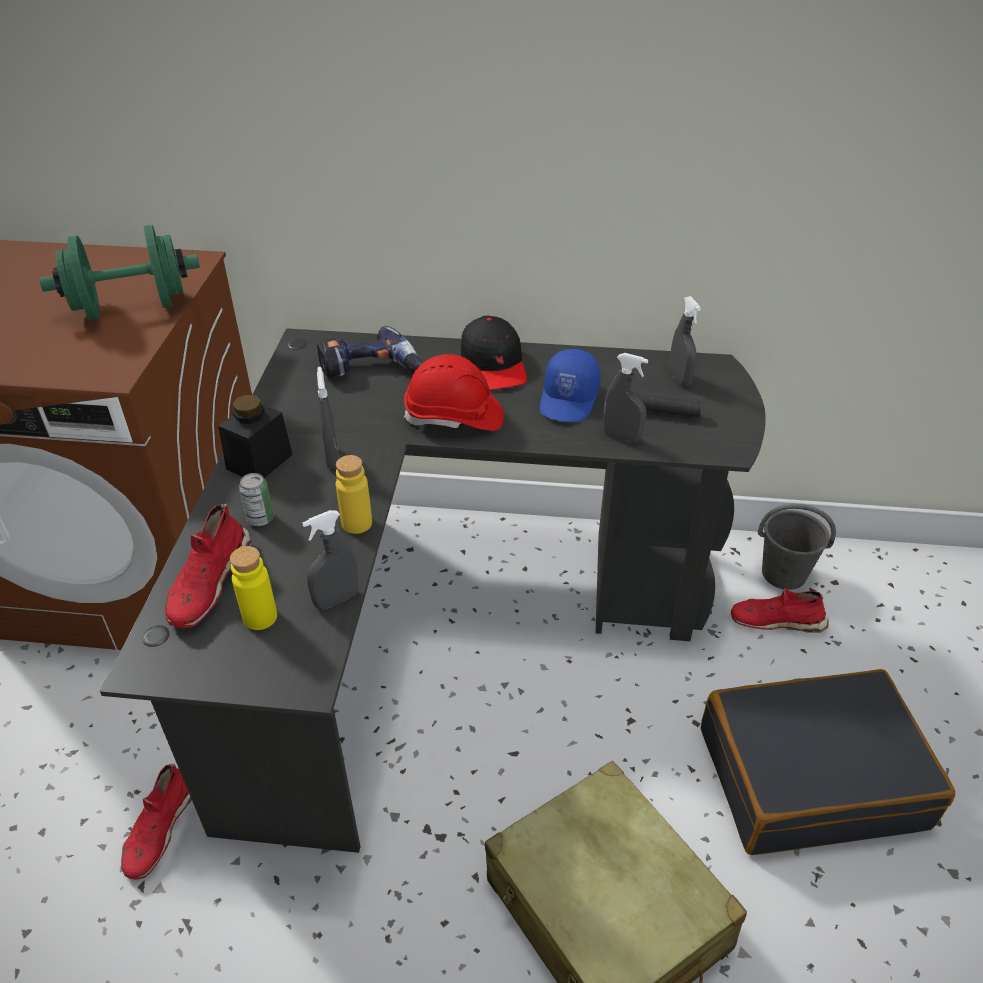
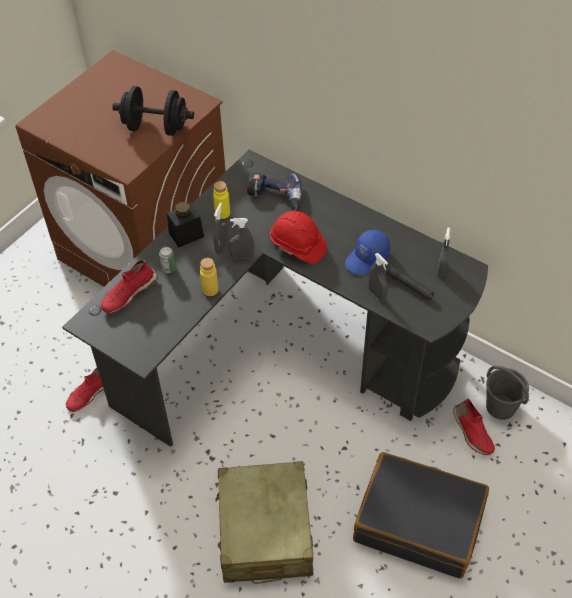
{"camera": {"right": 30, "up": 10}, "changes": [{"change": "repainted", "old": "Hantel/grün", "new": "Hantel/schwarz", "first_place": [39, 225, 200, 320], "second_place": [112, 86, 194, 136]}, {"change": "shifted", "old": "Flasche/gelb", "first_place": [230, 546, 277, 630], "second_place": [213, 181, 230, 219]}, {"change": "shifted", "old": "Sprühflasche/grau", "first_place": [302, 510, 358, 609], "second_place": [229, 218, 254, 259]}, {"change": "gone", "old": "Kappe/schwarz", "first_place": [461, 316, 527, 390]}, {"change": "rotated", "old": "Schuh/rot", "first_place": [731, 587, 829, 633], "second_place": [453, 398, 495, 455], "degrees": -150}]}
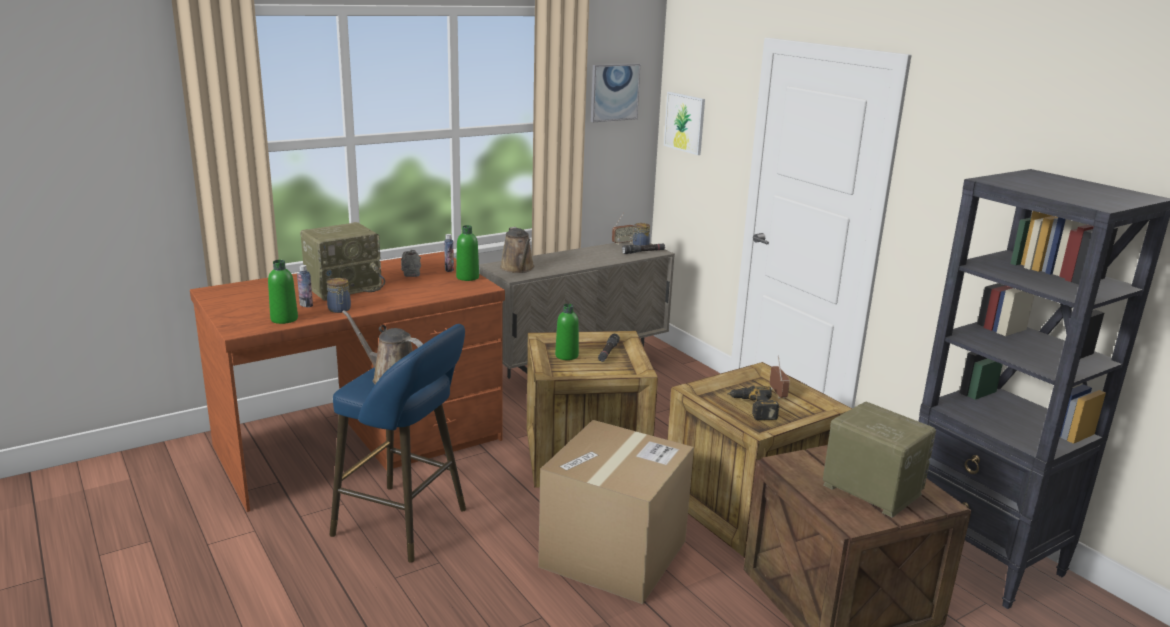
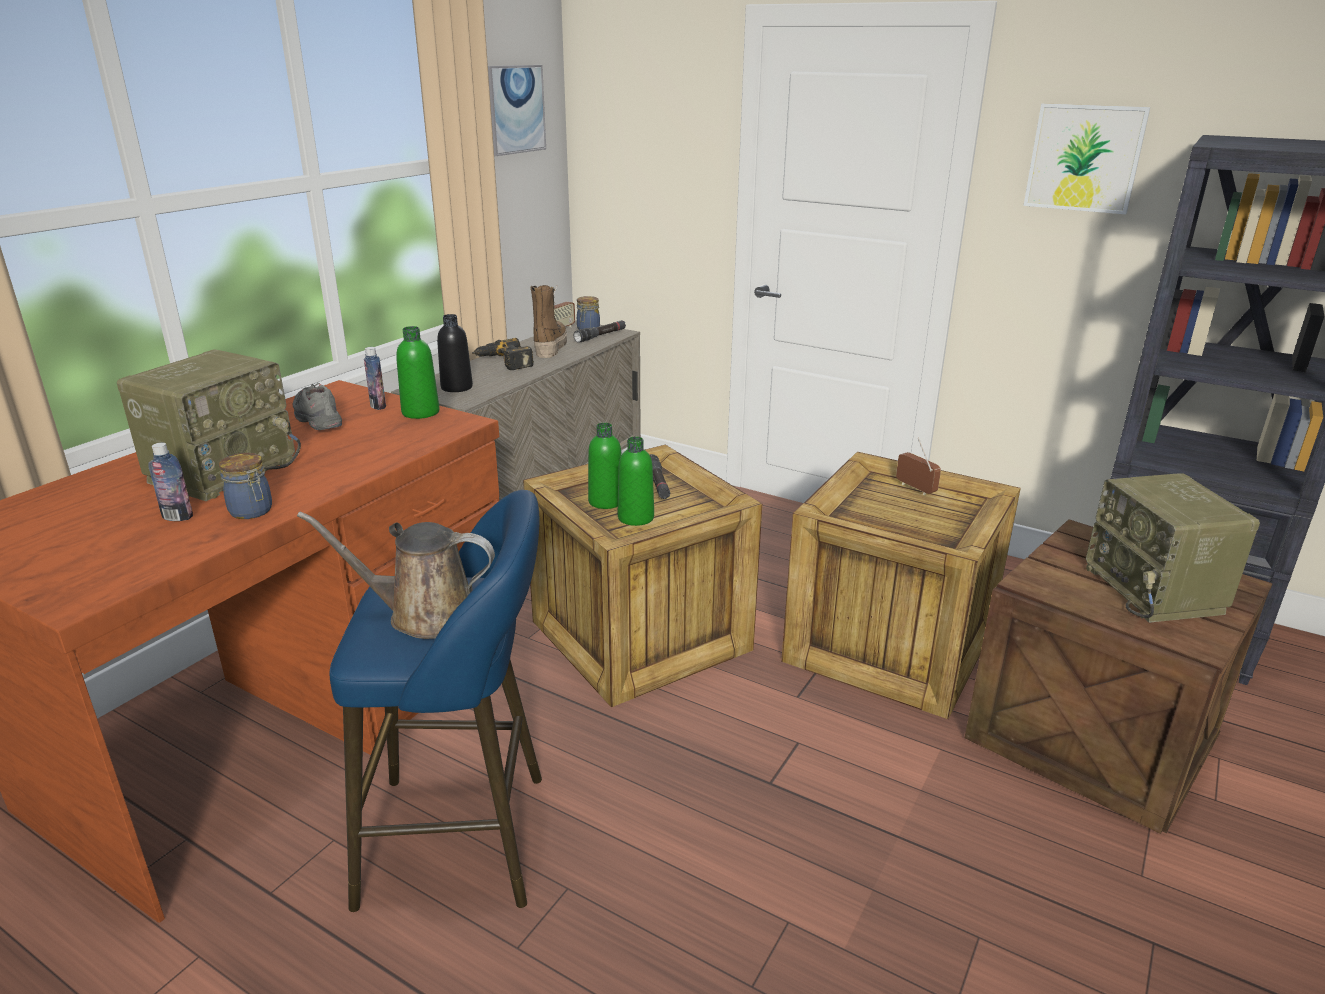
{"camera": {"right": -25, "up": 5}, "changes": [{"change": "shifted", "old": "Flasche/grün", "first_place": [268, 260, 298, 324], "second_place": [618, 436, 654, 526]}, {"change": "swapped", "old": "Gießkanne/braun", "new": "Flasche/schwarz", "first_place": [500, 227, 535, 273], "second_place": [437, 314, 473, 392]}, {"change": "gone", "old": "Karton", "first_place": [538, 420, 694, 604]}, {"change": "shifted", "old": "Bild", "first_place": [664, 92, 705, 155], "second_place": [1023, 104, 1151, 215]}, {"change": "shifted", "old": "Bohrmaschine", "first_place": [727, 386, 780, 420], "second_place": [472, 338, 534, 370]}, {"change": "rotated", "old": "Radio", "first_place": [823, 401, 936, 518], "second_place": [1086, 473, 1260, 623], "degrees": -120}, {"change": "new", "new": "Stiefel", "second_place": [530, 285, 567, 358]}]}
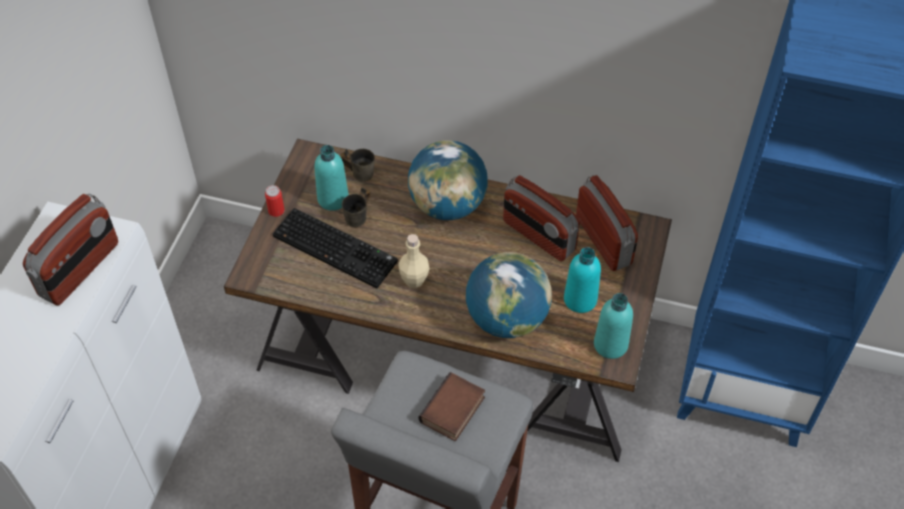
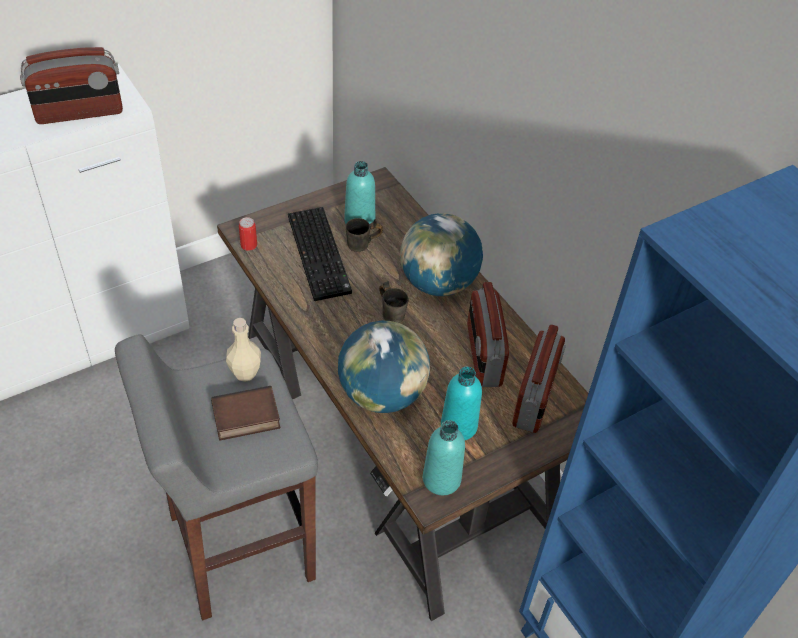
{"camera": {"right": 40, "up": -5}, "changes": [{"change": "shifted", "old": "Dose", "first_place": [265, 185, 285, 217], "second_place": [239, 217, 257, 251]}, {"change": "shifted", "old": "Henkelbecher/grau", "first_place": [340, 149, 375, 181], "second_place": [379, 281, 409, 323]}, {"change": "shifted", "old": "Flasche/beige", "first_place": [398, 234, 430, 288], "second_place": [226, 318, 261, 382]}]}
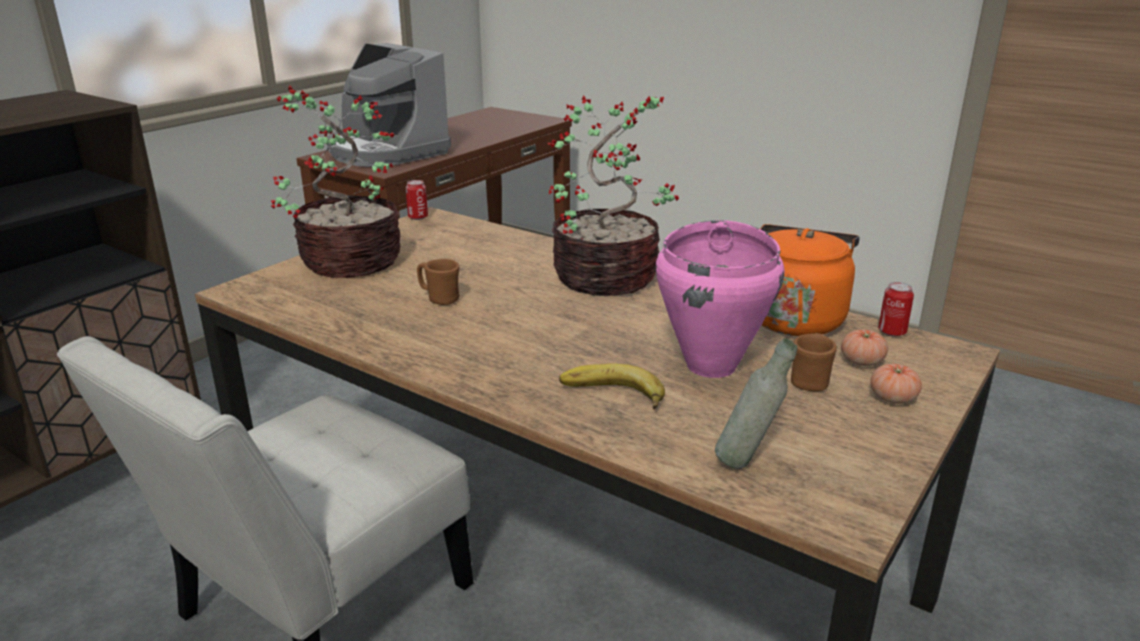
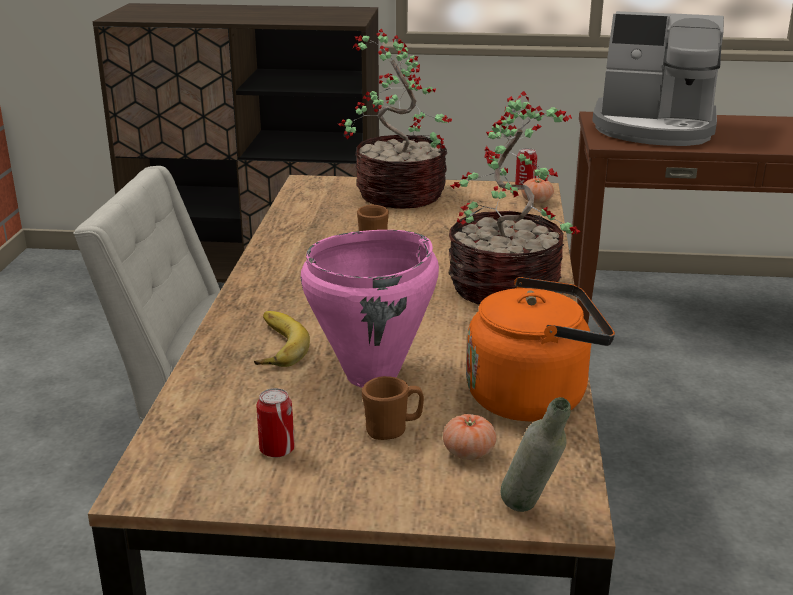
{"camera": {"right": 60, "up": 0}, "changes": [{"change": "rotated", "old": "Kaffeemaschine", "first_place": [327, 43, 451, 167], "second_place": [592, 11, 724, 146], "degrees": -90}, {"change": "shifted", "old": "Flasche/grau", "first_place": [715, 339, 797, 469], "second_place": [501, 397, 571, 512]}, {"change": "shifted", "old": "Tomate", "first_place": [870, 364, 922, 404], "second_place": [521, 178, 554, 203]}, {"change": "shifted", "old": "Dose", "first_place": [878, 282, 914, 337], "second_place": [256, 388, 295, 458]}]}
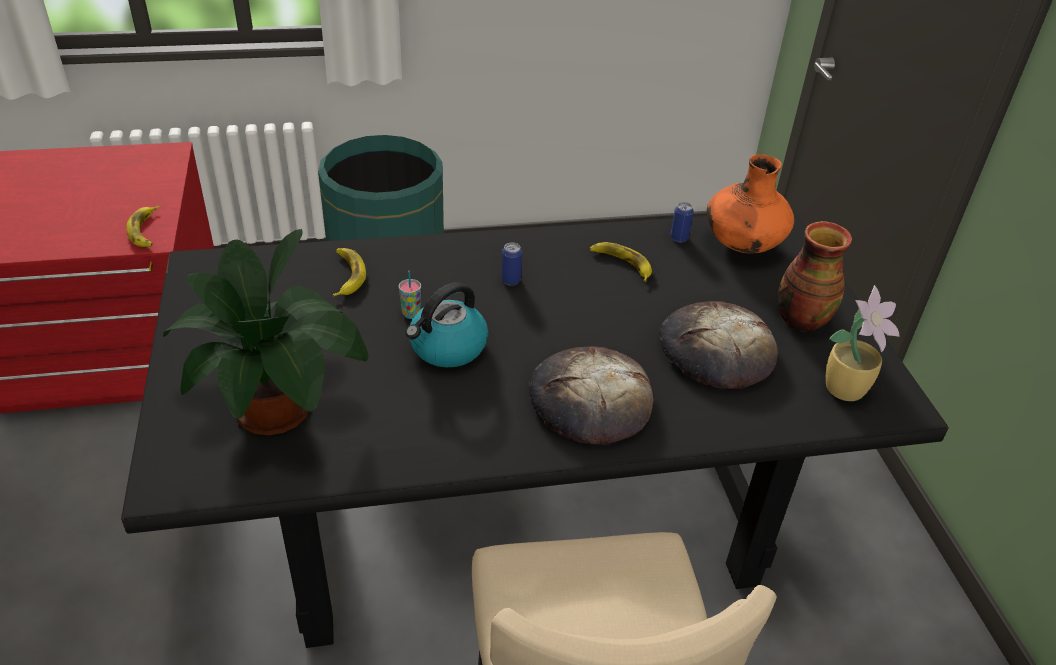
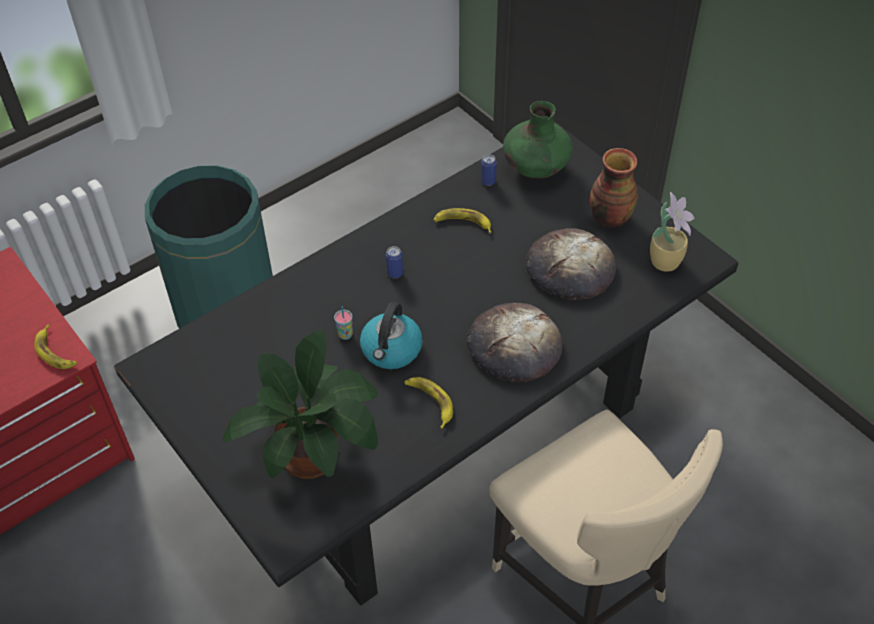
{"camera": {"right": -25, "up": 10}, "changes": [{"change": "shifted", "old": "Banane", "first_place": [333, 248, 366, 297], "second_place": [404, 377, 453, 429]}, {"change": "repainted", "old": "Vase/orange", "new": "Vase/grün", "first_place": [707, 154, 794, 253], "second_place": [503, 101, 573, 178]}]}
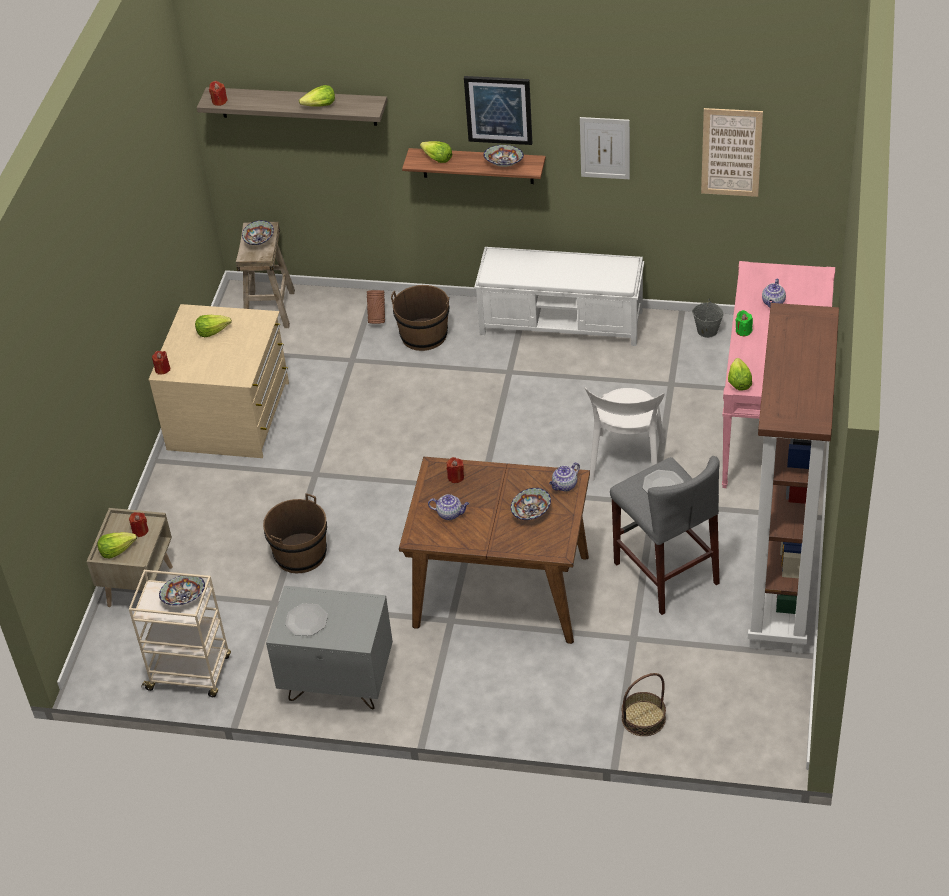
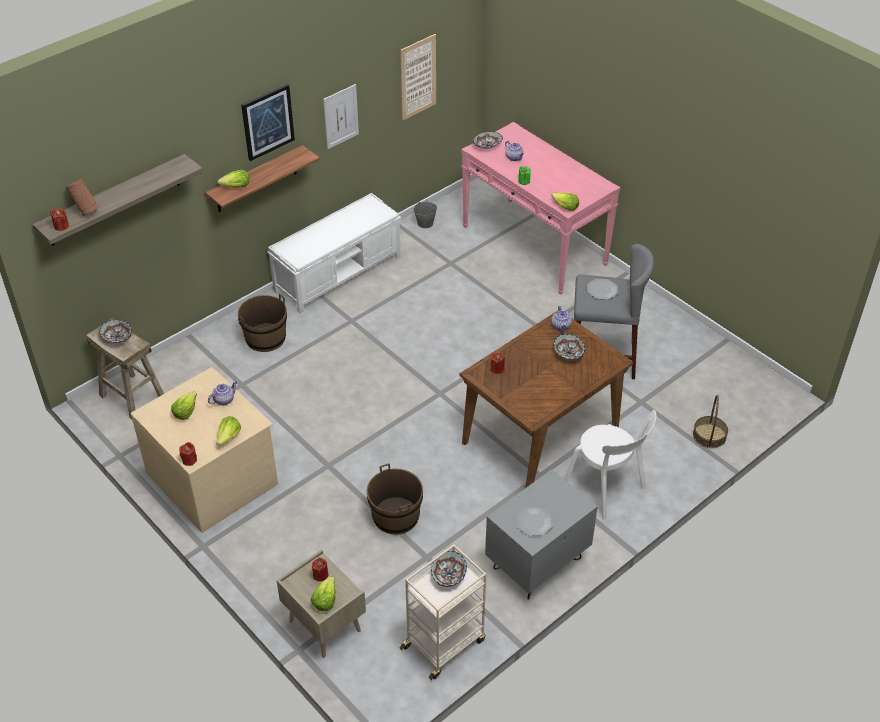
{"camera": {"right": -55, "up": 0}, "changes": [{"change": "shifted", "old": "Salatkopf", "first_place": [299, 85, 335, 107], "second_place": [216, 416, 241, 446]}, {"change": "shifted", "old": "Vase/braun", "first_place": [367, 290, 385, 324], "second_place": [66, 179, 99, 216]}, {"change": "shifted", "old": "Teekanne", "first_place": [428, 494, 469, 520], "second_place": [208, 381, 237, 405]}, {"change": "shifted", "old": "Schüssel", "first_place": [483, 145, 524, 167], "second_place": [473, 132, 503, 149]}, {"change": "shifted", "old": "Stuhl/weiß", "first_place": [584, 387, 665, 481], "second_place": [565, 410, 656, 520]}, {"change": "gone", "old": "Bücherregal/braun", "first_place": [748, 303, 839, 653]}]}
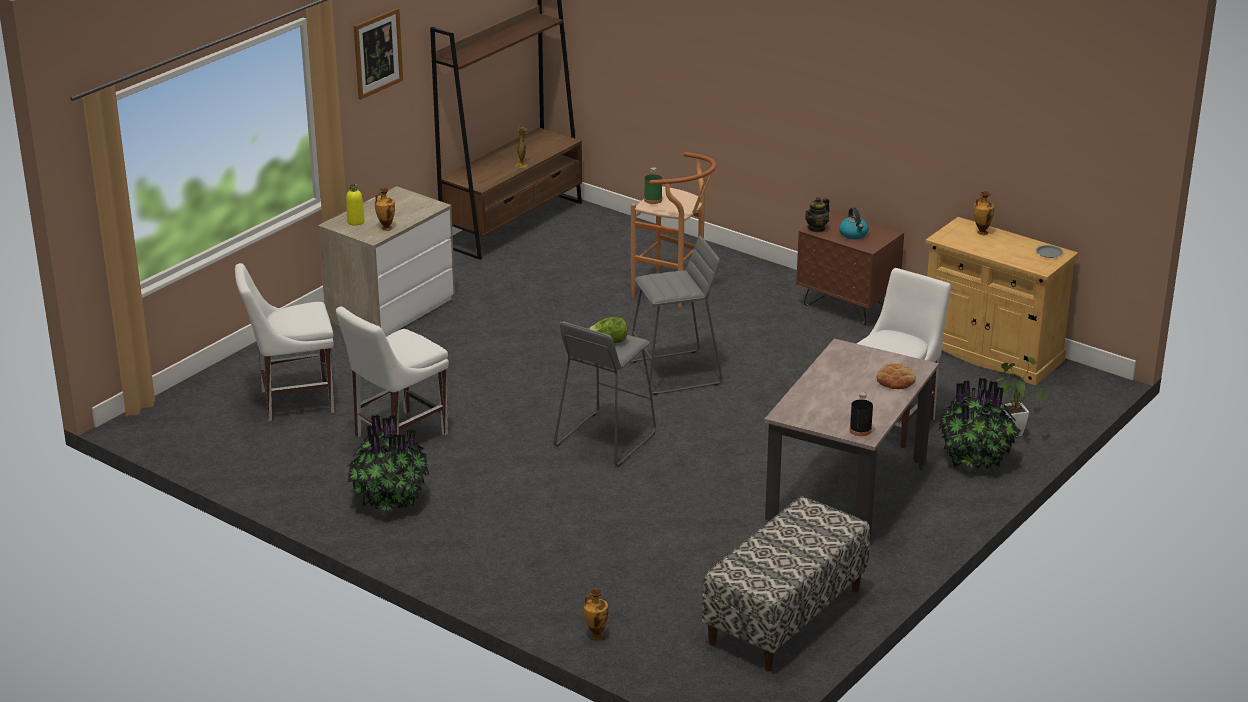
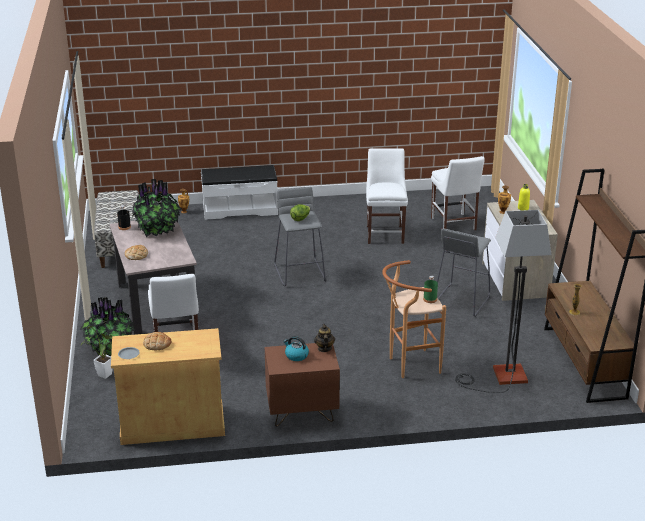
{"camera": {"right": 135, "up": 0}, "changes": [{"change": "rotated", "old": "Stuhl/weiß", "first_place": [235, 263, 335, 421], "second_place": [431, 156, 485, 230], "degrees": 135}, {"change": "shifted", "old": "Topfpflanze", "first_place": [348, 415, 430, 516], "second_place": [132, 179, 182, 237]}, {"change": "gone", "old": "Bild", "first_place": [354, 8, 403, 100]}, {"change": "shifted", "old": "Hocker/grau", "first_place": [630, 236, 722, 395], "second_place": [437, 228, 491, 317]}, {"change": "gone", "old": "Vase", "first_place": [974, 191, 994, 235]}, {"change": "new", "new": "Brot", "second_place": [143, 332, 172, 350]}, {"change": "new", "new": "Bank/weiß", "second_place": [201, 165, 278, 220]}, {"change": "new", "new": "Stehlampe", "second_place": [455, 210, 552, 393]}]}
